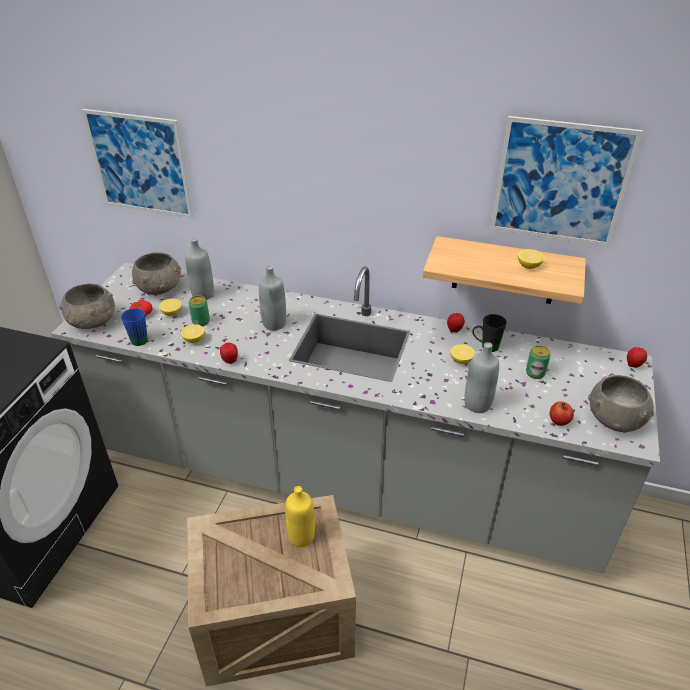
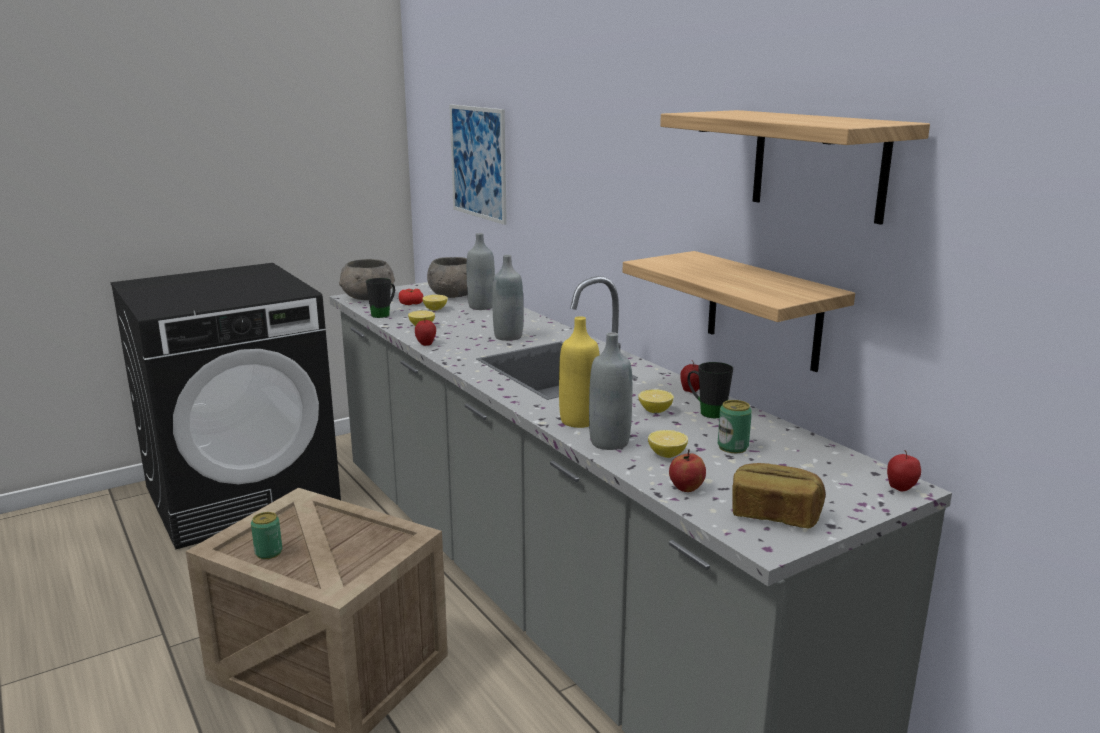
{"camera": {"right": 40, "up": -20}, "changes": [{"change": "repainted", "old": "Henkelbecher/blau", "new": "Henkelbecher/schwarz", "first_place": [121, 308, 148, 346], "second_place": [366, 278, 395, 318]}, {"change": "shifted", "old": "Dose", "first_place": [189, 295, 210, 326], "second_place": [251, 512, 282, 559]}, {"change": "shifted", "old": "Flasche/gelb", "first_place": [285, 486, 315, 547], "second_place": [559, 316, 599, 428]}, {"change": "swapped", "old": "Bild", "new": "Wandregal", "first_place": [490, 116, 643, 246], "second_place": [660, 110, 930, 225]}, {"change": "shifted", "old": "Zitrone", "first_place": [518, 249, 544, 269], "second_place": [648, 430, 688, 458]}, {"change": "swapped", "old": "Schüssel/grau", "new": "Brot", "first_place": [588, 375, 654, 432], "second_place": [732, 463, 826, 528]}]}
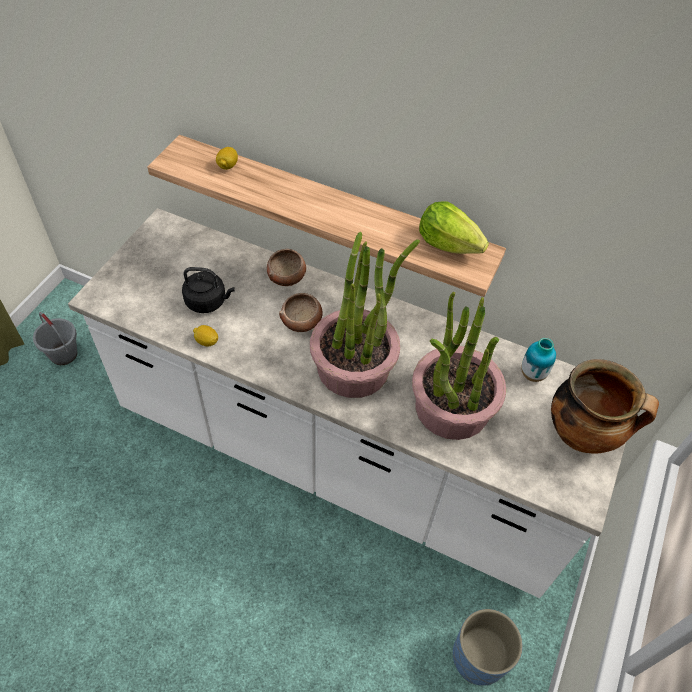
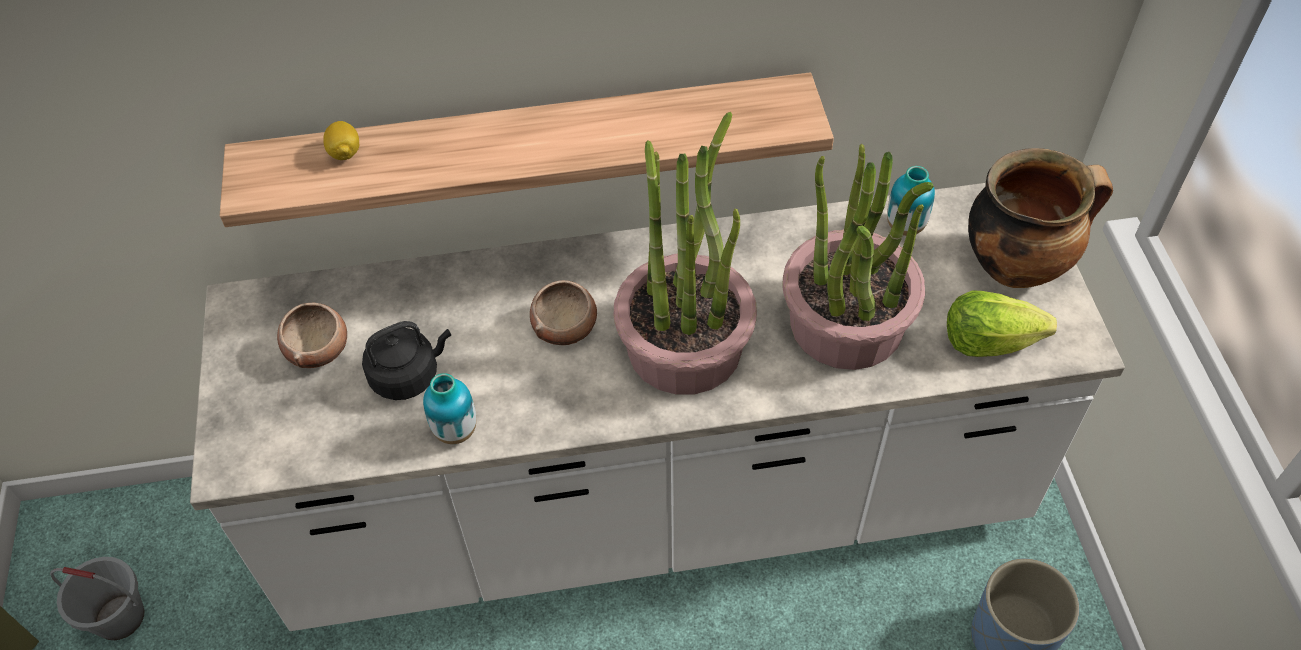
{"camera": {"right": -30, "up": 0}, "changes": [{"change": "swapped", "old": "Zitrone", "new": "Vase", "first_place": [193, 325, 218, 346], "second_place": [423, 373, 476, 444]}, {"change": "shifted", "old": "Schüssel", "first_place": [267, 249, 306, 286], "second_place": [277, 303, 347, 368]}, {"change": "shifted", "old": "Salatkopf", "first_place": [419, 201, 489, 254], "second_place": [947, 290, 1057, 357]}]}
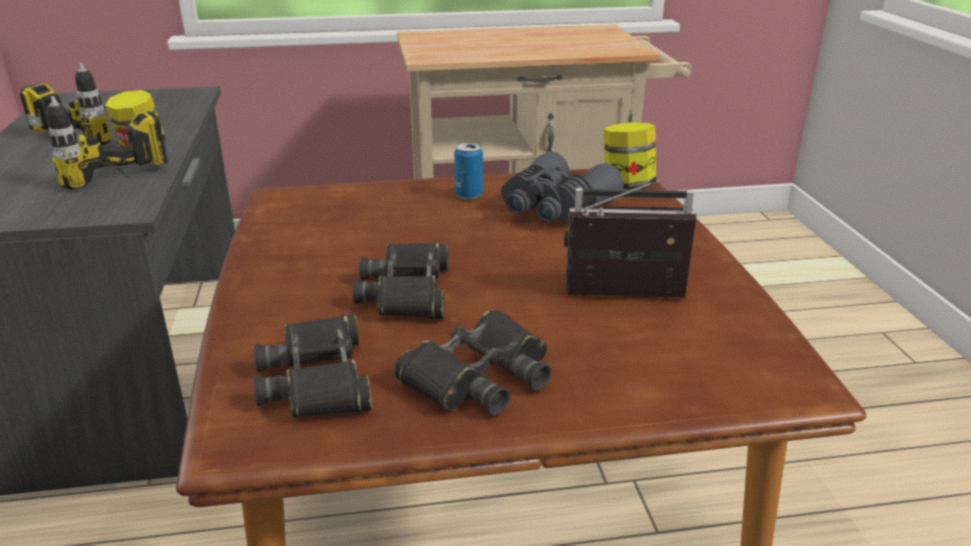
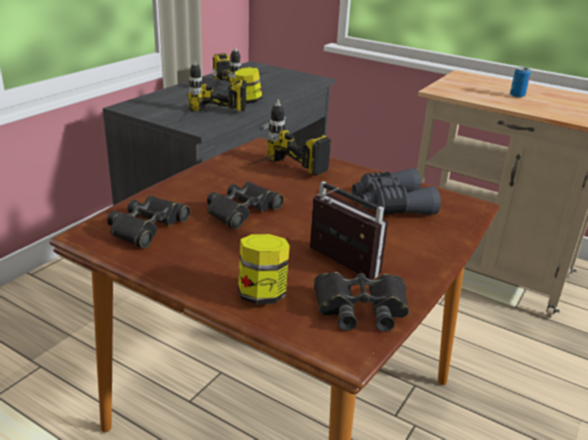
{"camera": {"right": 40, "up": 0}, "changes": [{"change": "shifted", "old": "Fernglas/schwarz", "first_place": [394, 310, 551, 415], "second_place": [314, 272, 409, 332]}, {"change": "shifted", "old": "Dose", "first_place": [454, 142, 483, 200], "second_place": [510, 67, 531, 98]}, {"change": "shifted", "old": "Vorratsglas", "first_place": [604, 123, 656, 190], "second_place": [238, 234, 290, 304]}, {"change": "new", "new": "Bohrmaschine", "second_place": [249, 99, 331, 175]}]}
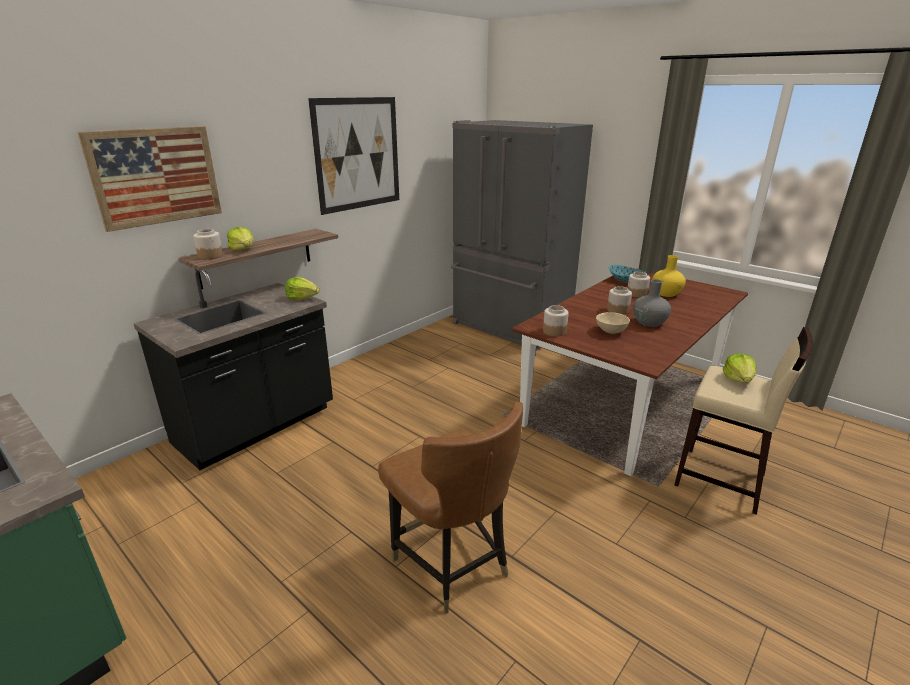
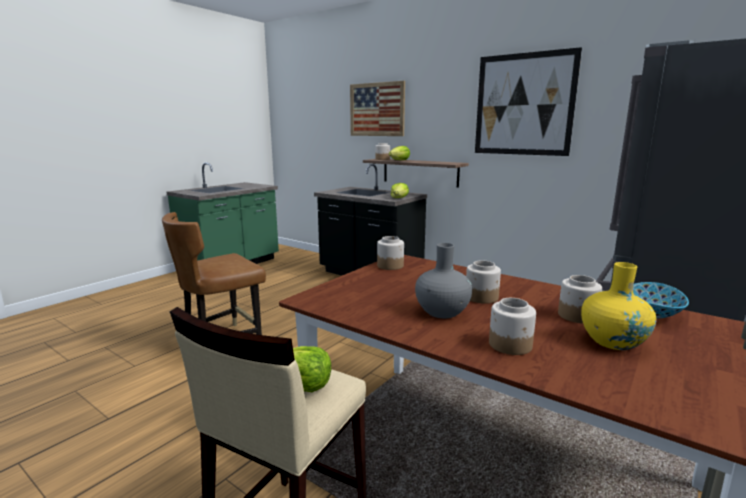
{"camera": {"right": 85, "up": -10}, "changes": [{"change": "gone", "old": "Schüssel/beige", "first_place": [596, 312, 630, 334]}, {"change": "new", "new": "Vorratsglas", "second_place": [489, 298, 536, 355]}]}
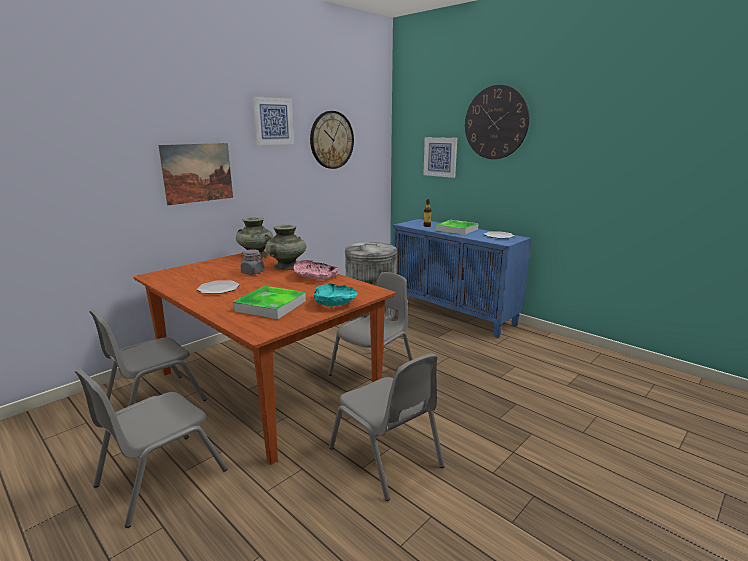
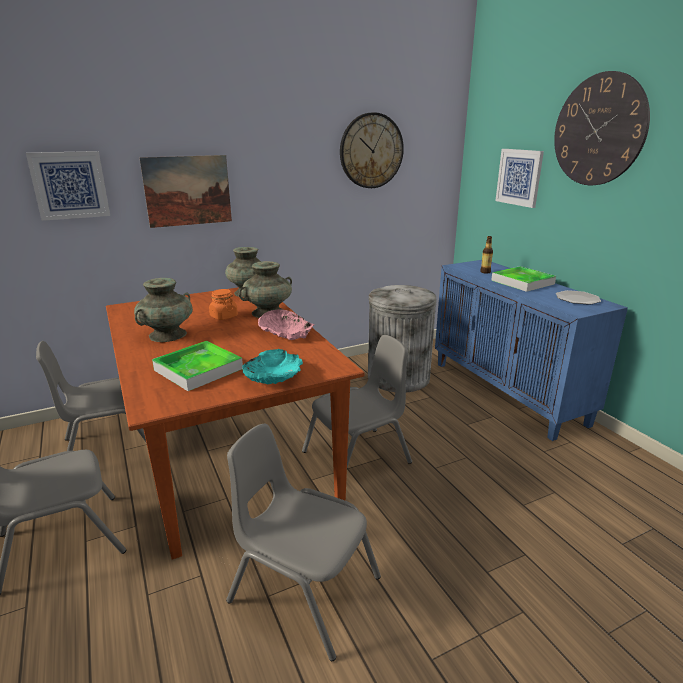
{"camera": {"right": 20, "up": 5}, "changes": [{"change": "swapped", "old": "Teller", "new": "Vase/türkis", "first_place": [197, 280, 240, 294], "second_place": [134, 278, 193, 342]}, {"change": "repainted", "old": "Vorratsglas/grau", "new": "Vorratsglas/orange", "first_place": [241, 249, 265, 274], "second_place": [209, 289, 238, 320]}, {"change": "shifted", "old": "Bild", "first_place": [252, 97, 294, 145], "second_place": [26, 151, 110, 221]}, {"change": "rotated", "old": "Stuhl/grau", "first_place": [329, 353, 445, 501], "second_place": [226, 423, 381, 661], "degrees": 135}]}
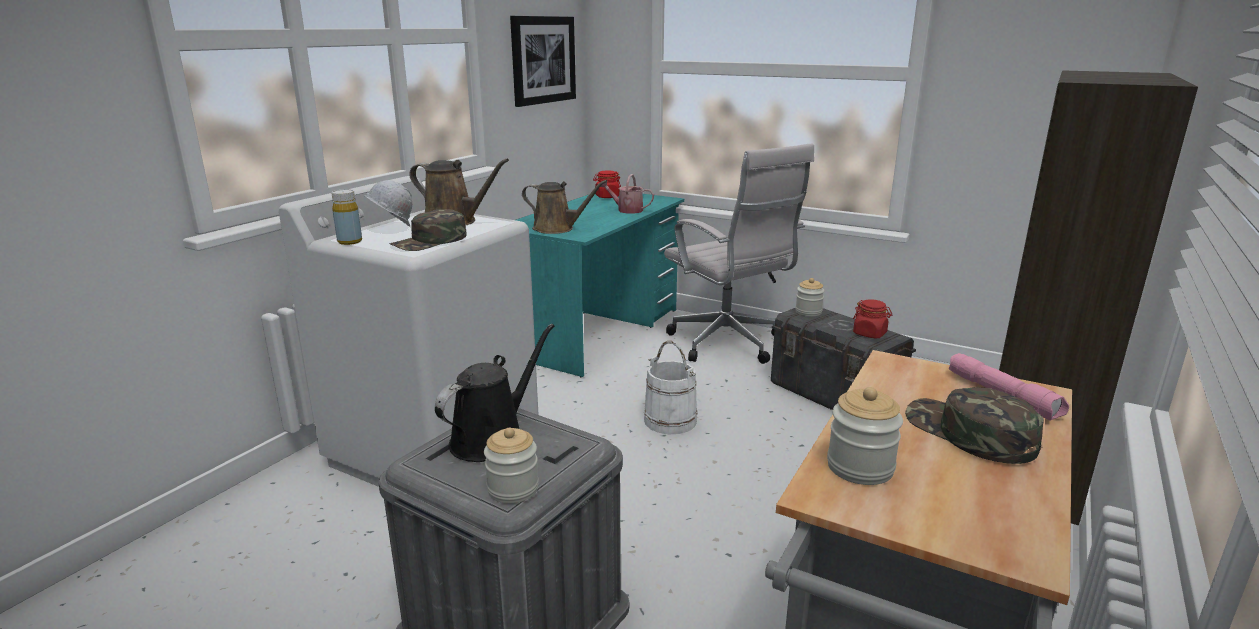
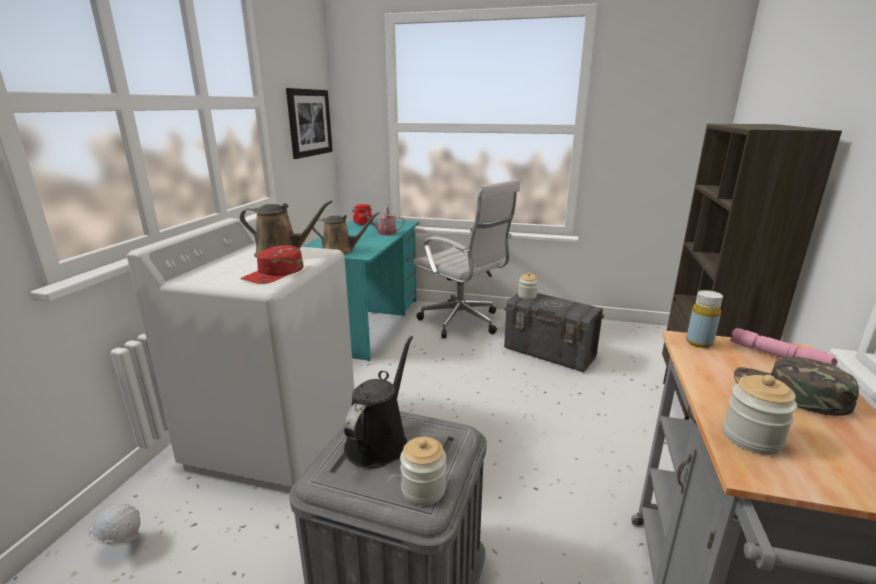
{"camera": {"right": -15, "up": 0}, "changes": [{"change": "shifted", "old": "Flasche/gelb", "first_place": [331, 189, 362, 245], "second_place": [686, 290, 723, 348]}, {"change": "shifted", "old": "Schutzhelm/weiß", "first_place": [364, 180, 412, 228], "second_place": [87, 504, 141, 547]}, {"change": "repainted", "old": "Kappe/grün", "new": "Kappe/rot", "first_place": [389, 209, 467, 251], "second_place": [240, 245, 303, 284]}, {"change": "gone", "old": "Eimer/weiß", "first_place": [644, 341, 698, 434]}, {"change": "gone", "old": "Vorratsglas/rot", "first_place": [853, 299, 892, 338]}]}
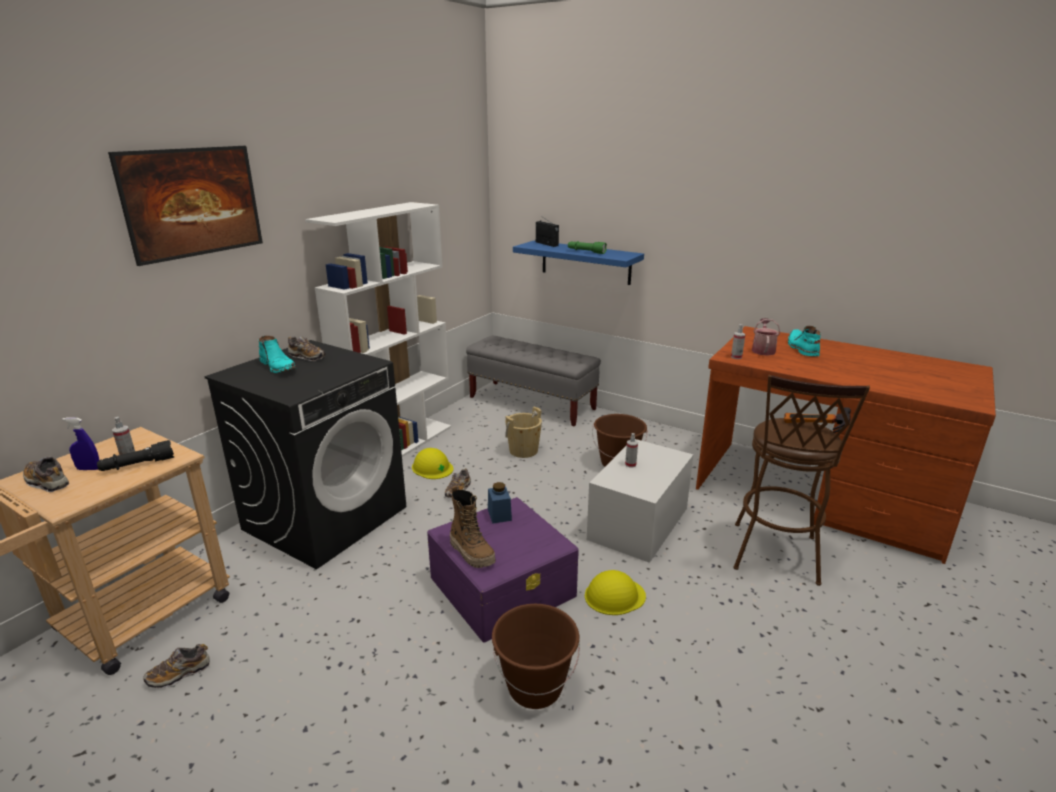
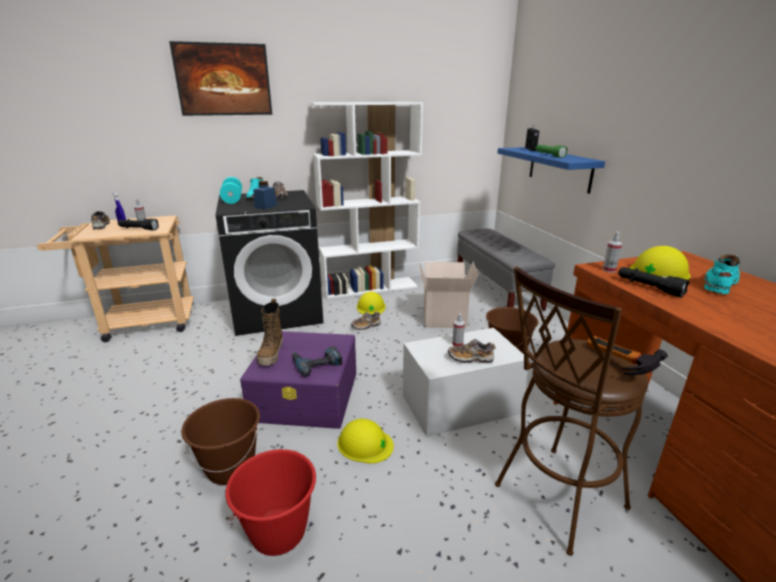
{"camera": {"right": 40, "up": 0}, "changes": [{"change": "shifted", "old": "Schuh", "first_place": [143, 644, 210, 688], "second_place": [448, 339, 496, 364]}, {"change": "shifted", "old": "Vorratsglas/blau", "first_place": [488, 482, 512, 523], "second_place": [253, 181, 277, 209]}, {"change": "swapped", "old": "Eimer/beige", "new": "Karton", "first_place": [505, 407, 542, 458], "second_place": [419, 261, 478, 328]}, {"change": "swapped", "old": "Gießkanne", "new": "Schutzhelm/gelb", "first_place": [752, 318, 780, 356], "second_place": [629, 246, 691, 280]}, {"change": "new", "new": "Hantel/türkis", "second_place": [220, 177, 242, 204]}, {"change": "new", "new": "Eimer/rot", "second_place": [225, 449, 316, 556]}, {"change": "new", "new": "Bohrmaschine", "second_place": [292, 346, 342, 376]}, {"change": "new", "new": "Taschenlampe/schwarz", "second_place": [618, 267, 690, 298]}]}
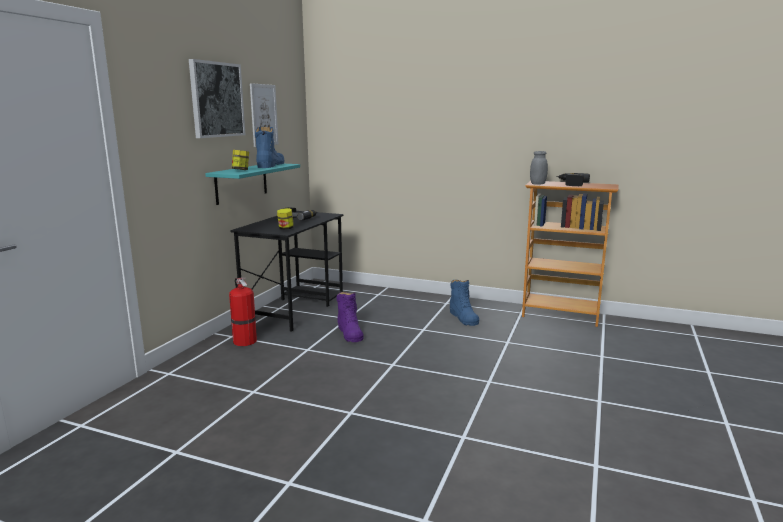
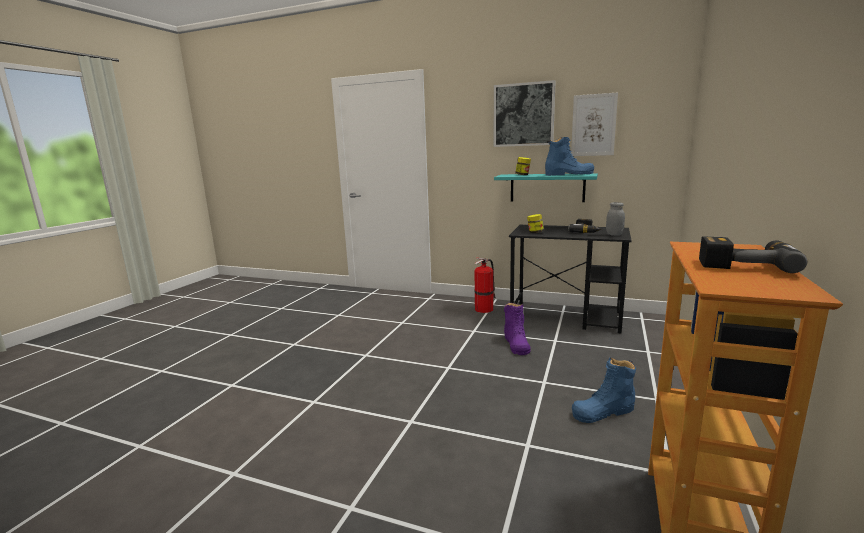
{"camera": {"right": 90, "up": 0}, "changes": [{"change": "rotated", "old": "Stiefel/lila", "first_place": [336, 292, 364, 342], "second_place": [504, 303, 531, 355], "degrees": -75}, {"change": "shifted", "old": "Vorratsglas/grau", "first_place": [530, 151, 548, 185], "second_place": [606, 202, 625, 236]}]}
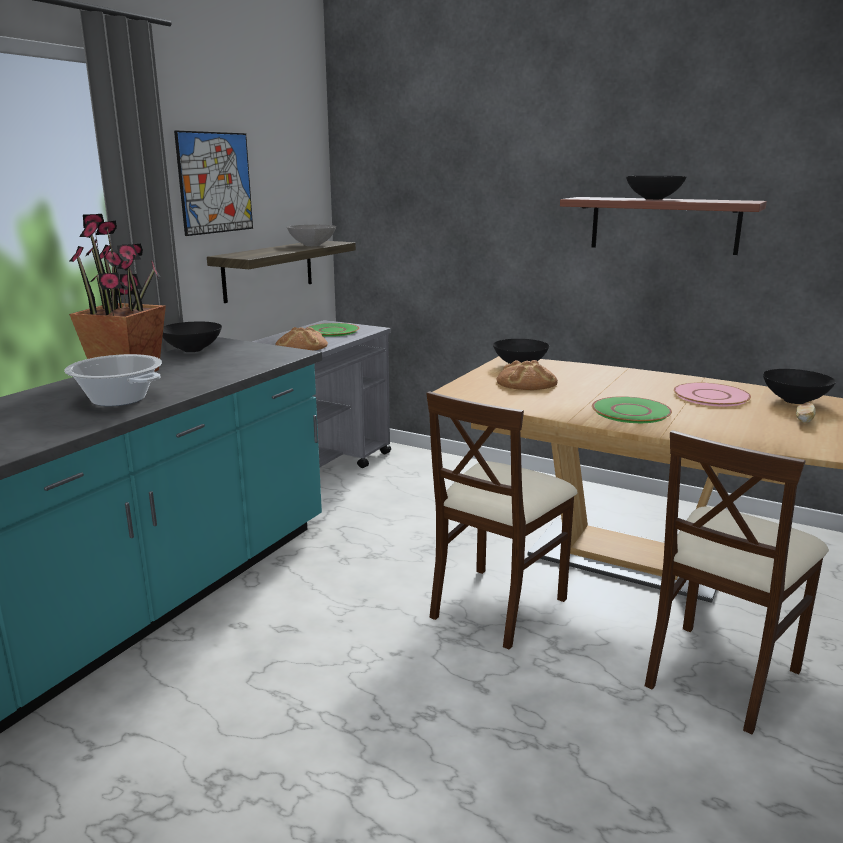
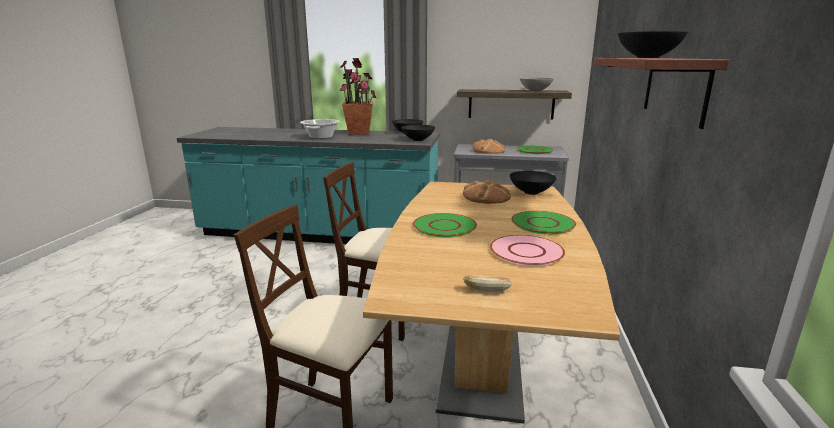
{"camera": {"right": 70, "up": 0}, "changes": [{"change": "gone", "old": "Bild", "first_place": [174, 130, 253, 236]}, {"change": "shifted", "old": "Schüssel/schwarz", "first_place": [763, 369, 836, 404], "second_place": [401, 125, 435, 141]}, {"change": "new", "new": "Teller/grün", "second_place": [511, 211, 576, 234]}]}
